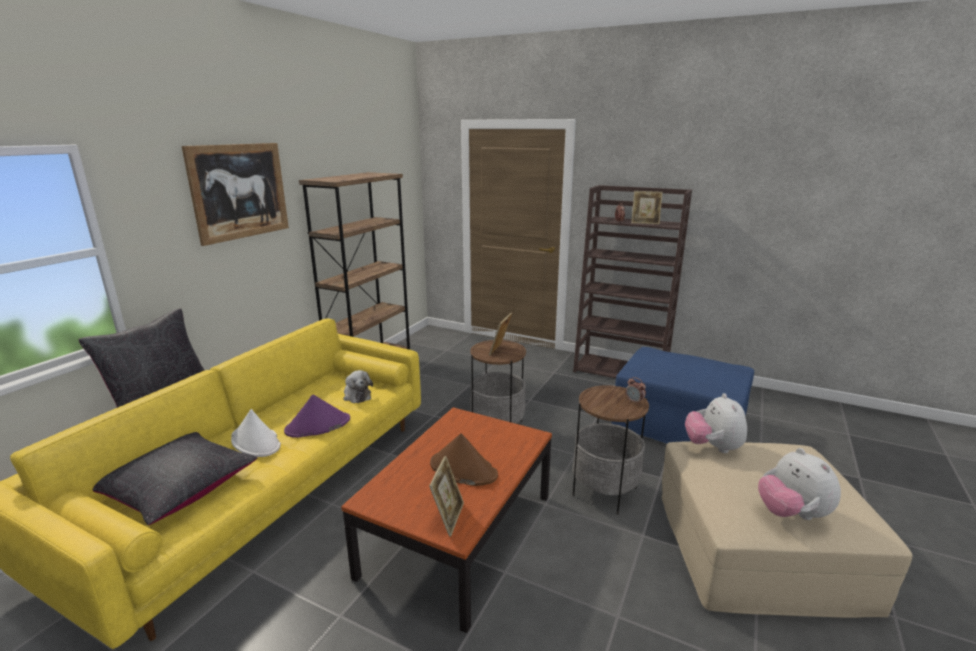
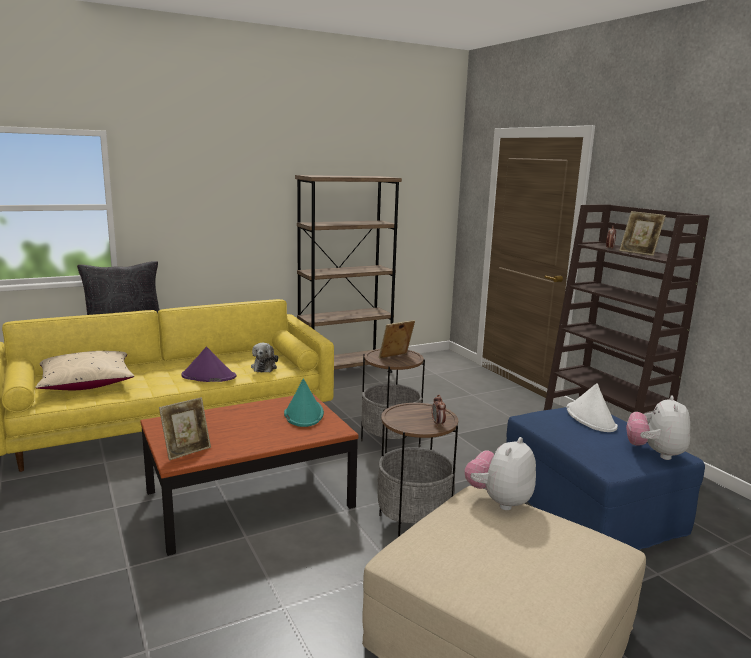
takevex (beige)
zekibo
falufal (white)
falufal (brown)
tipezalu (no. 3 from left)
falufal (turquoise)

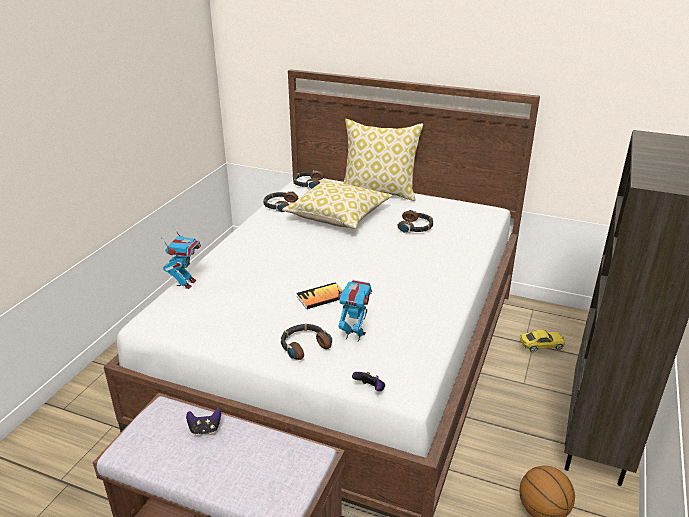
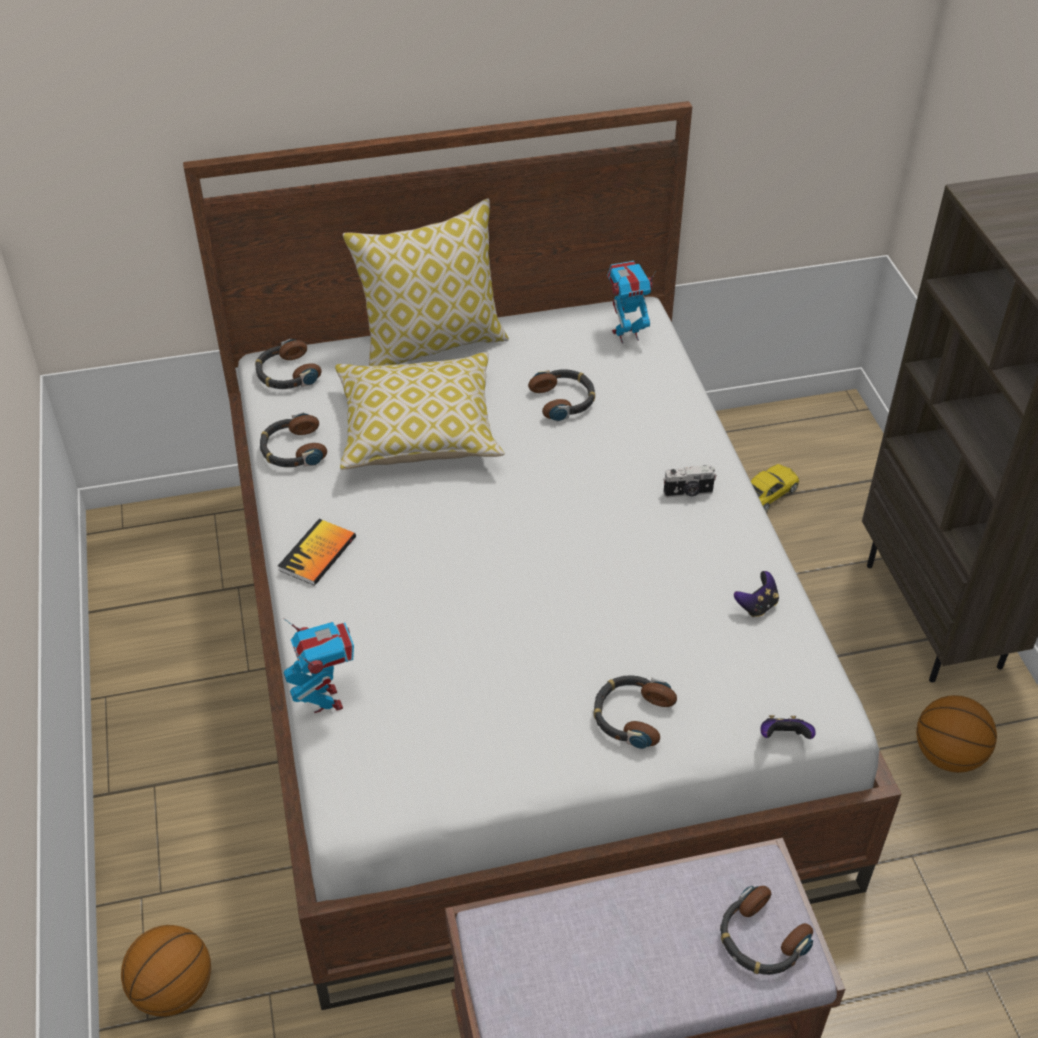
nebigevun (no. 1 from left)
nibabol
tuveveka (no. 2 from left)
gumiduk (no. 1 from left)
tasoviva
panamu (no. 5 from left)

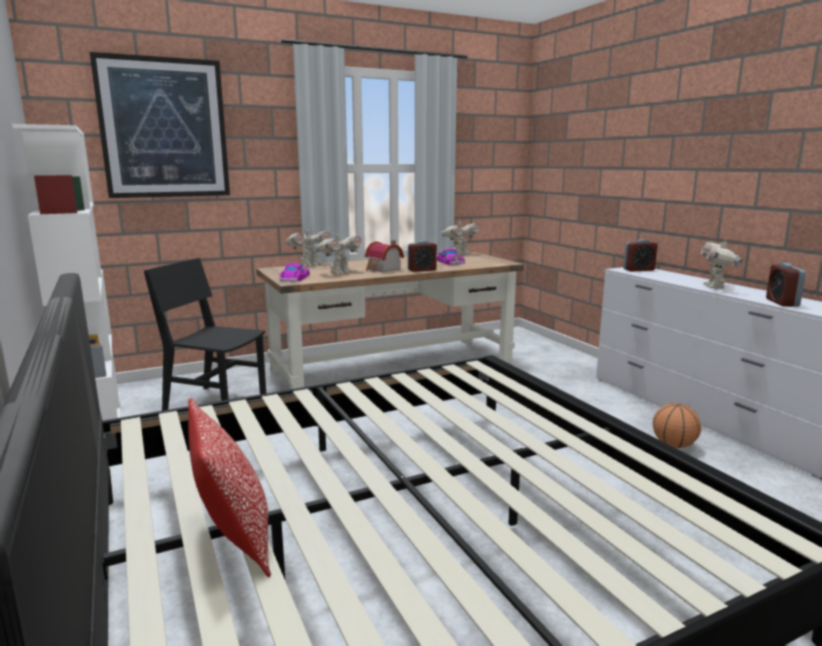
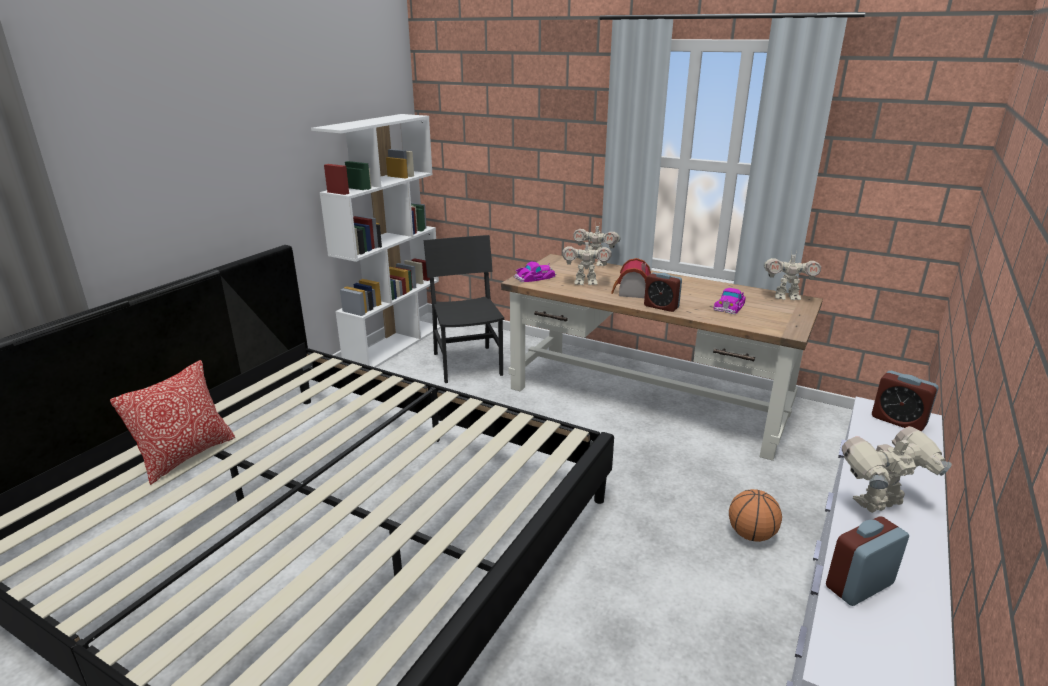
zekibo
gumiduk

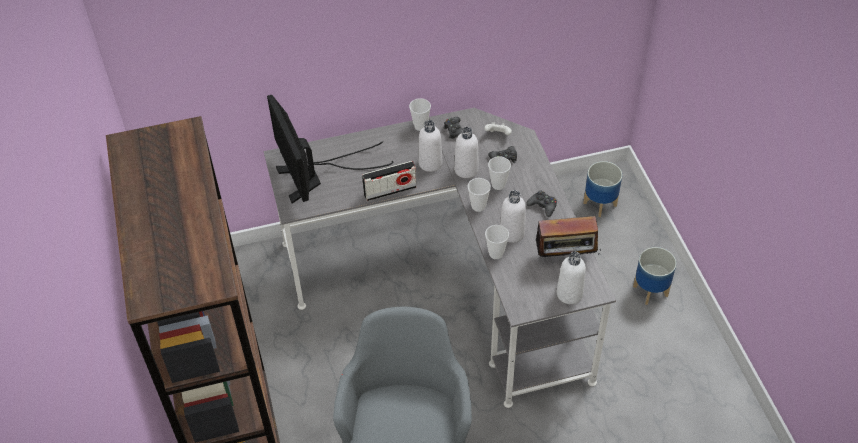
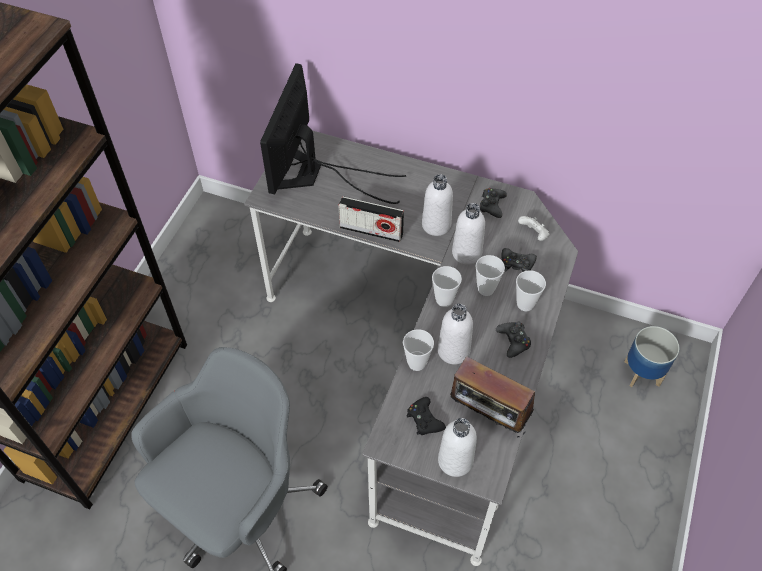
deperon (no. 4 from left)
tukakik (no. 2 from left in the first image)
nebigevun (black) (no. 1 from left)

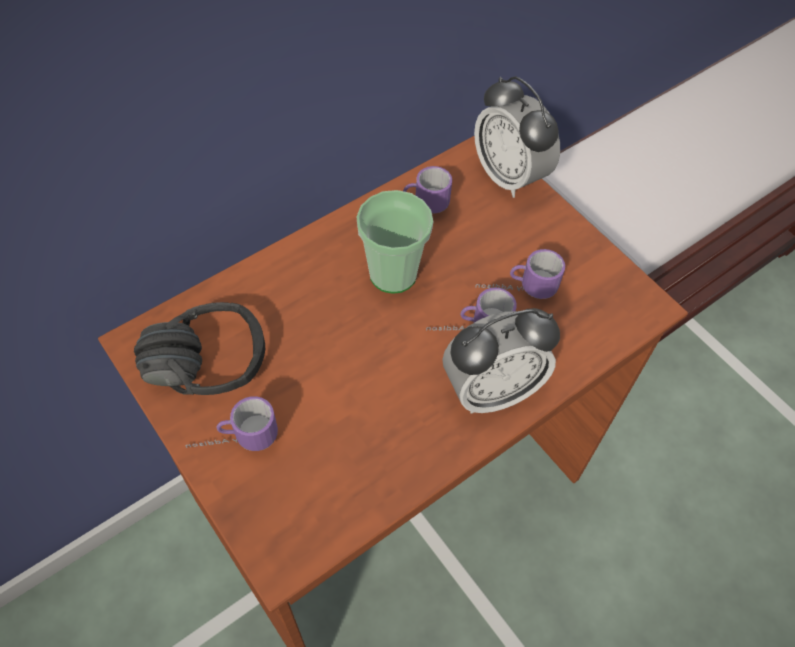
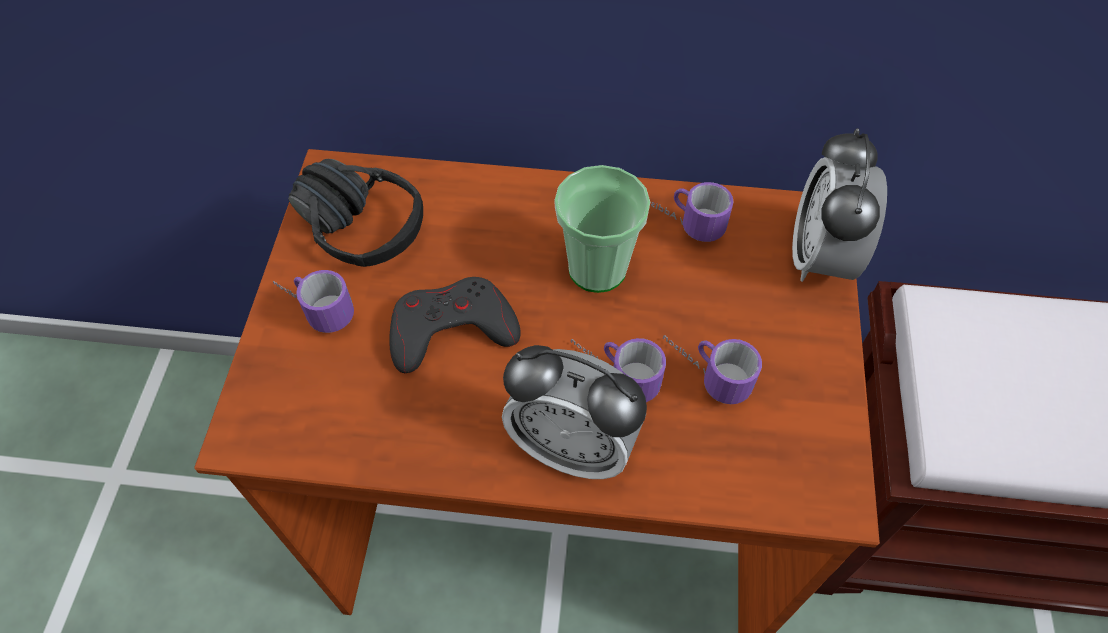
nebigevun (grey)

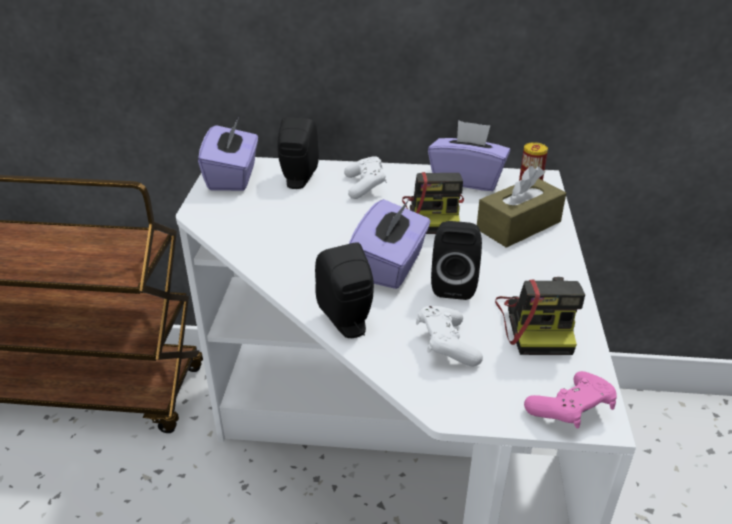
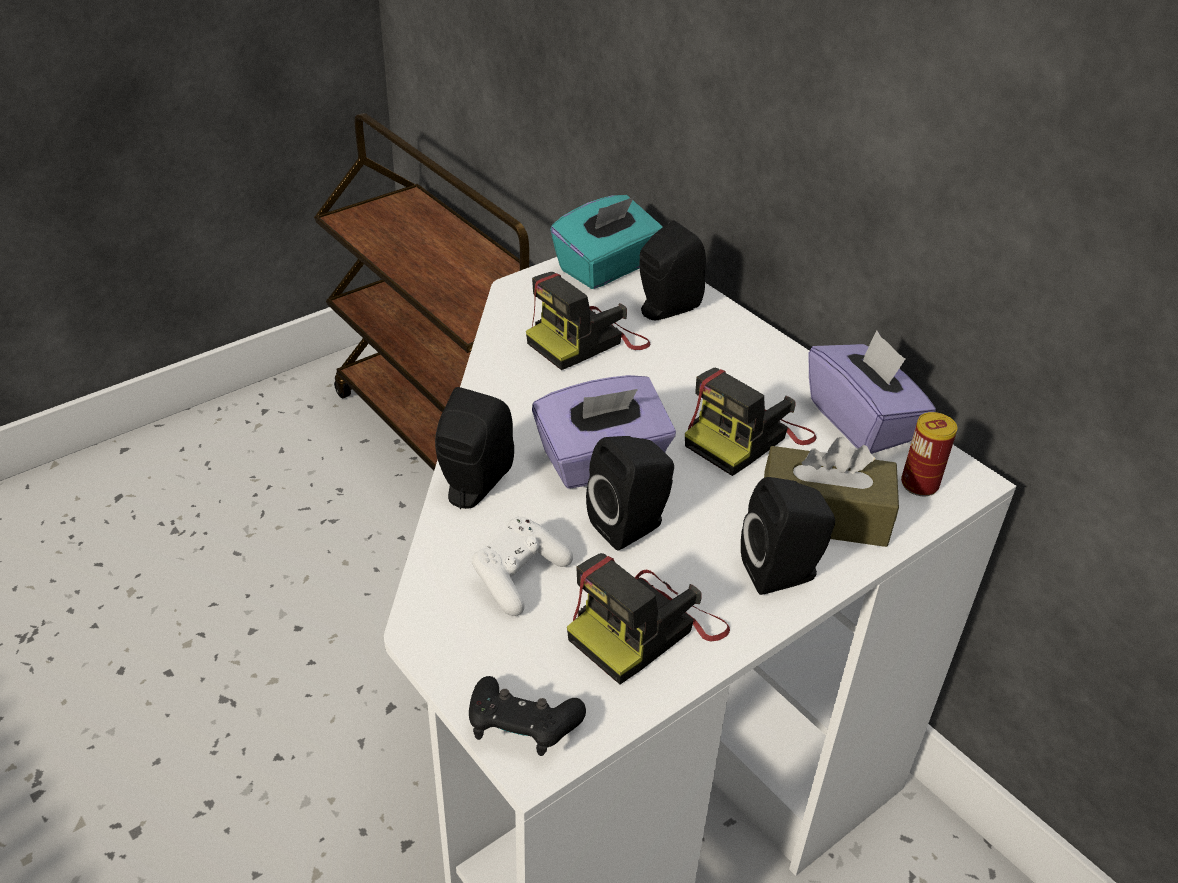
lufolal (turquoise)
nebigevun (white) (no. 1 from left in the first image)
nebigevun (black)
tasoviva (no. 1 from left)
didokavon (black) (no. 4 from left)

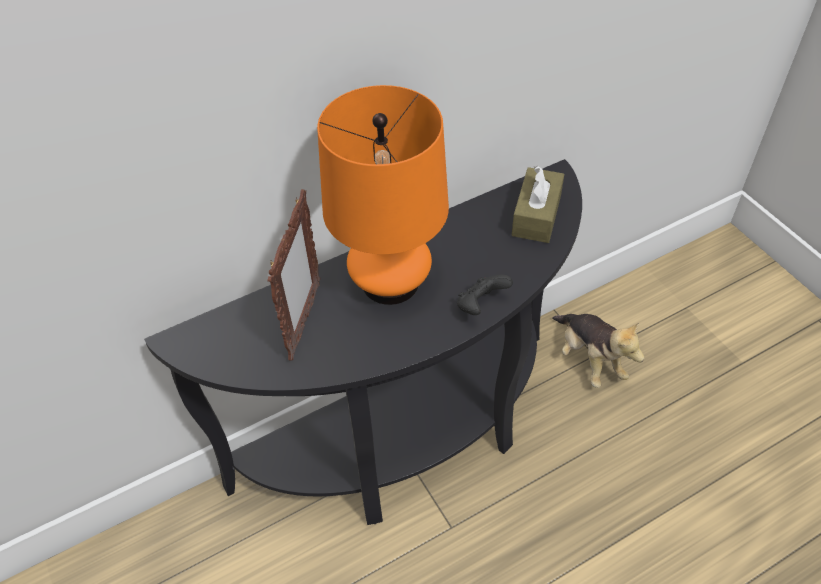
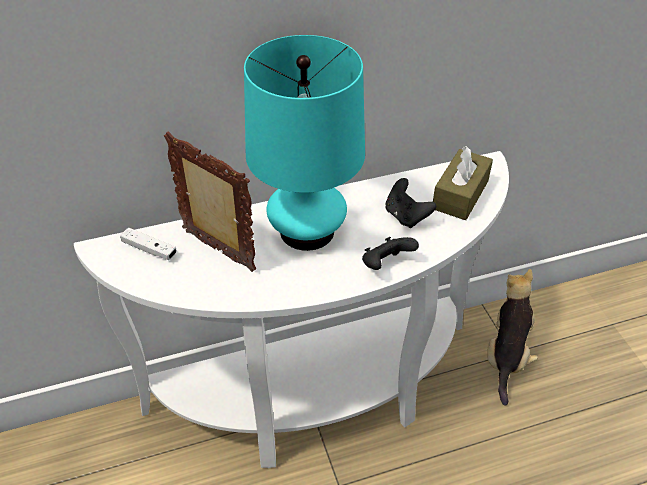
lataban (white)
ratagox
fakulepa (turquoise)
tipezalu
nebigevun (white)
nebigevun (black) (no. 2 from left)

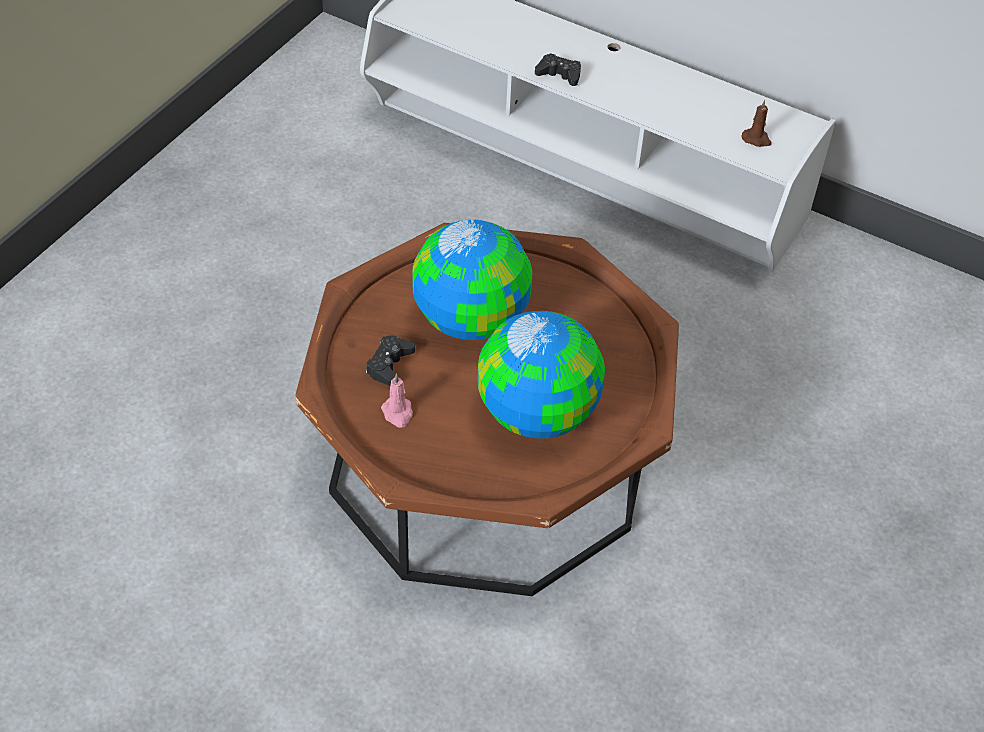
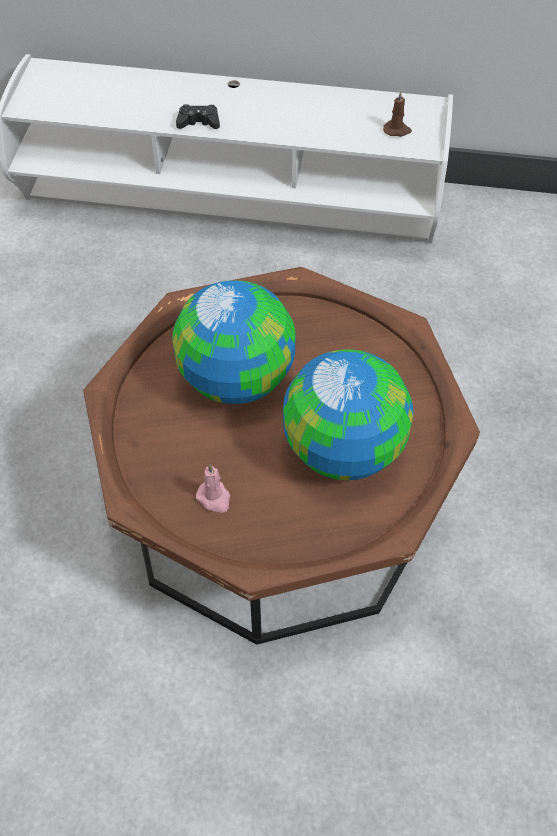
nebigevun (black) (no. 1 from left in the first image)

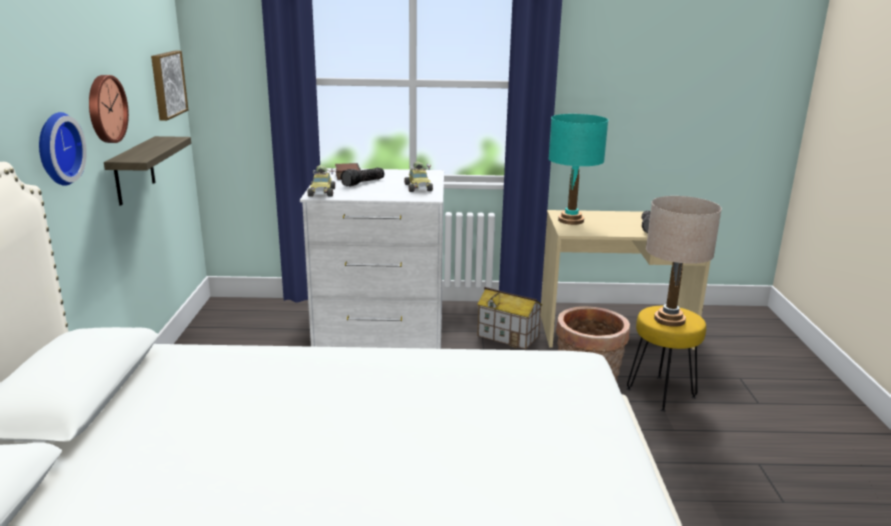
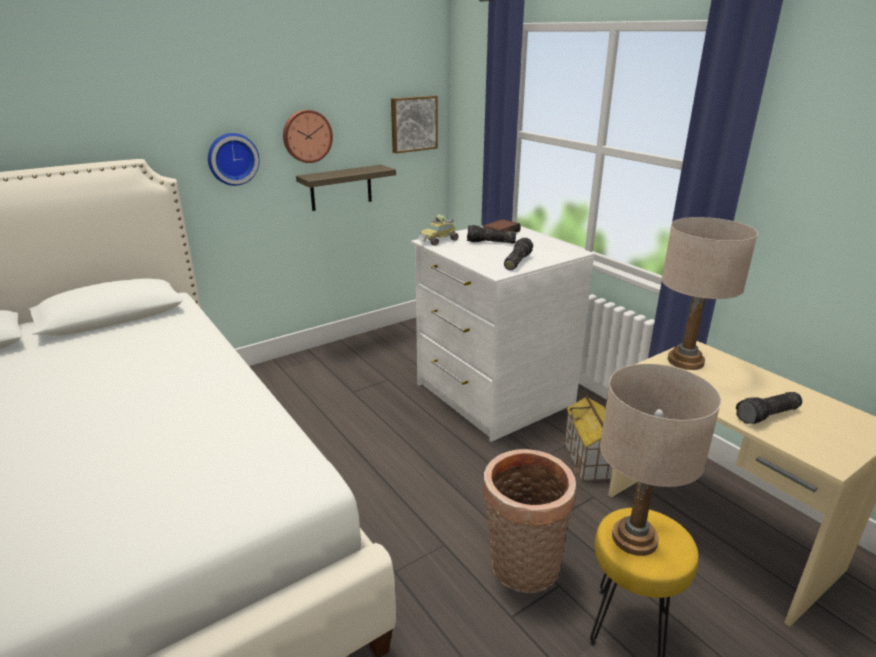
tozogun (no. 2 from left)
fakulepa (beige) (no. 2 from left)

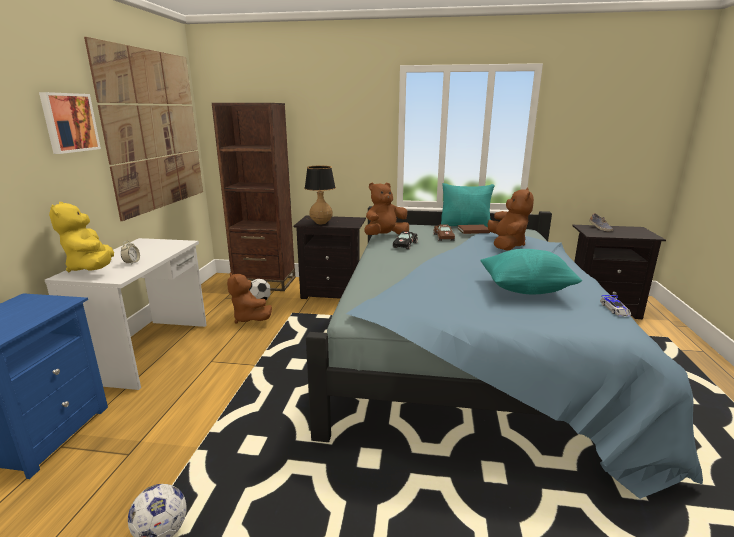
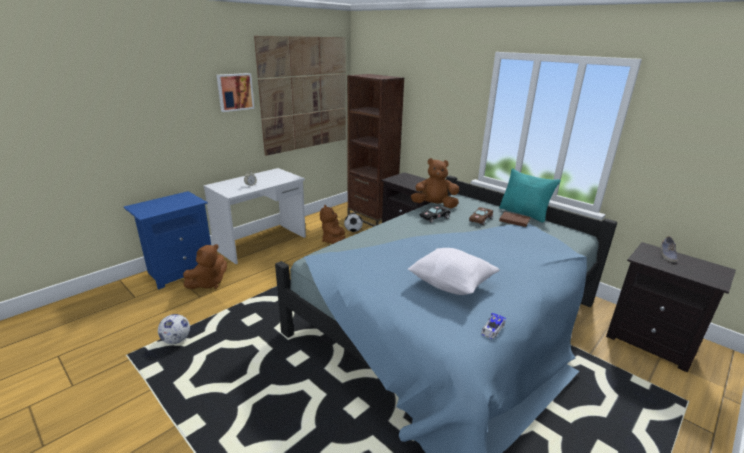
tipezalu (yellow)
fakulepa
takevex (white)
tipezalu (brown) (no. 1 from left)

